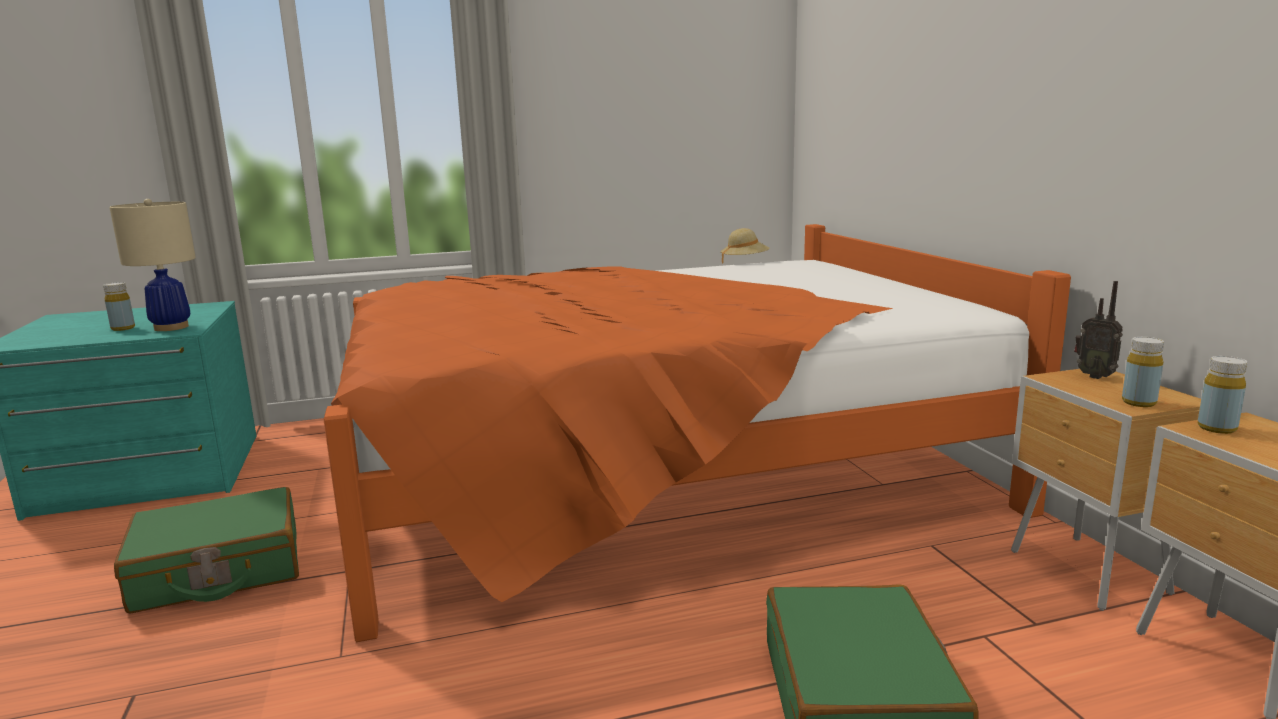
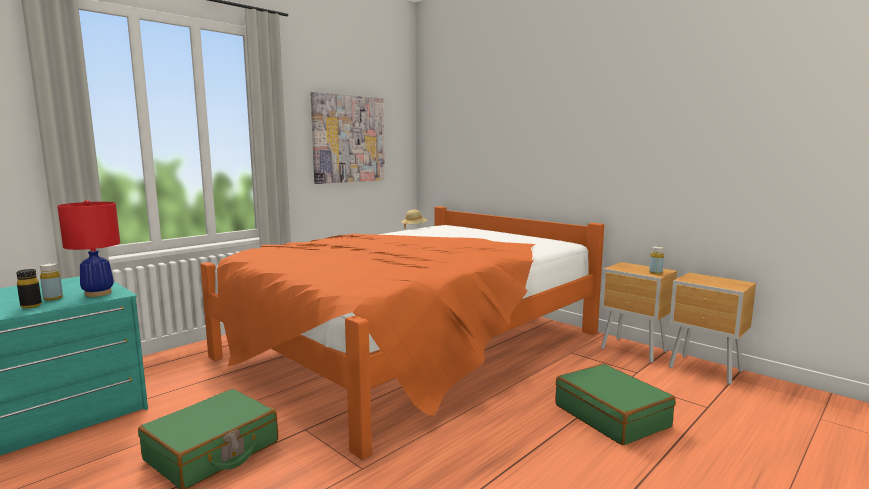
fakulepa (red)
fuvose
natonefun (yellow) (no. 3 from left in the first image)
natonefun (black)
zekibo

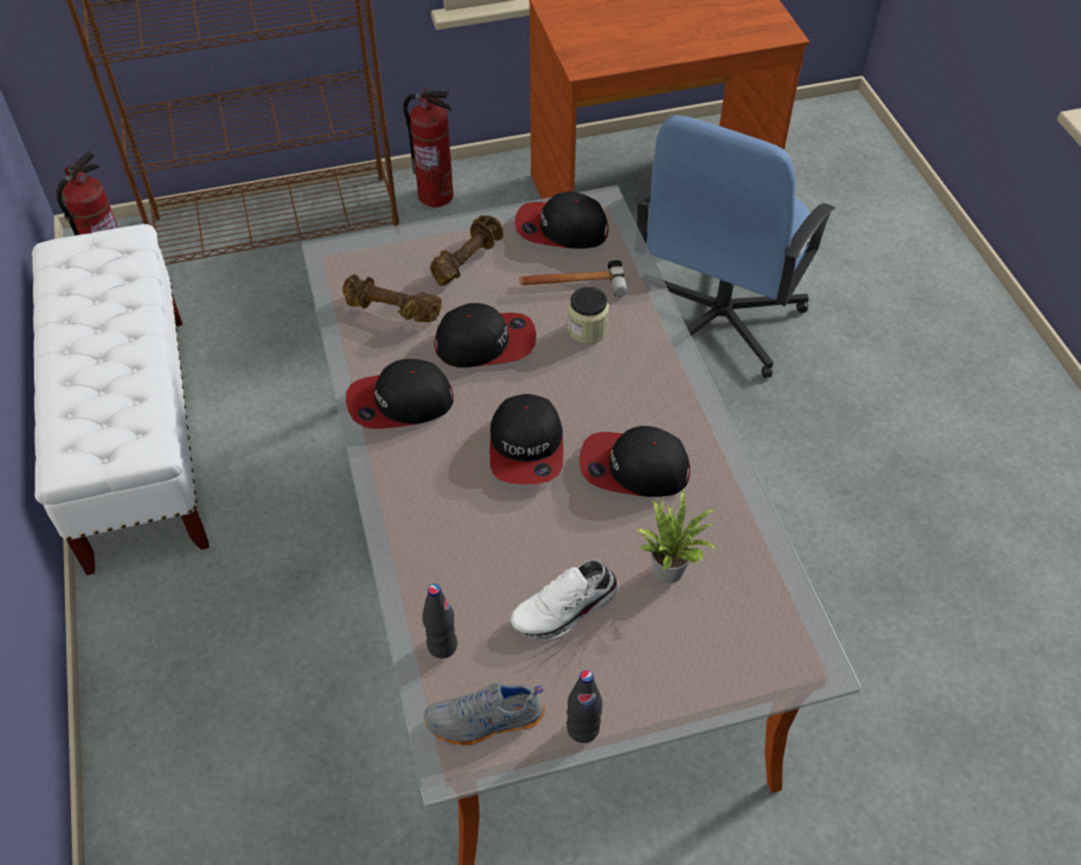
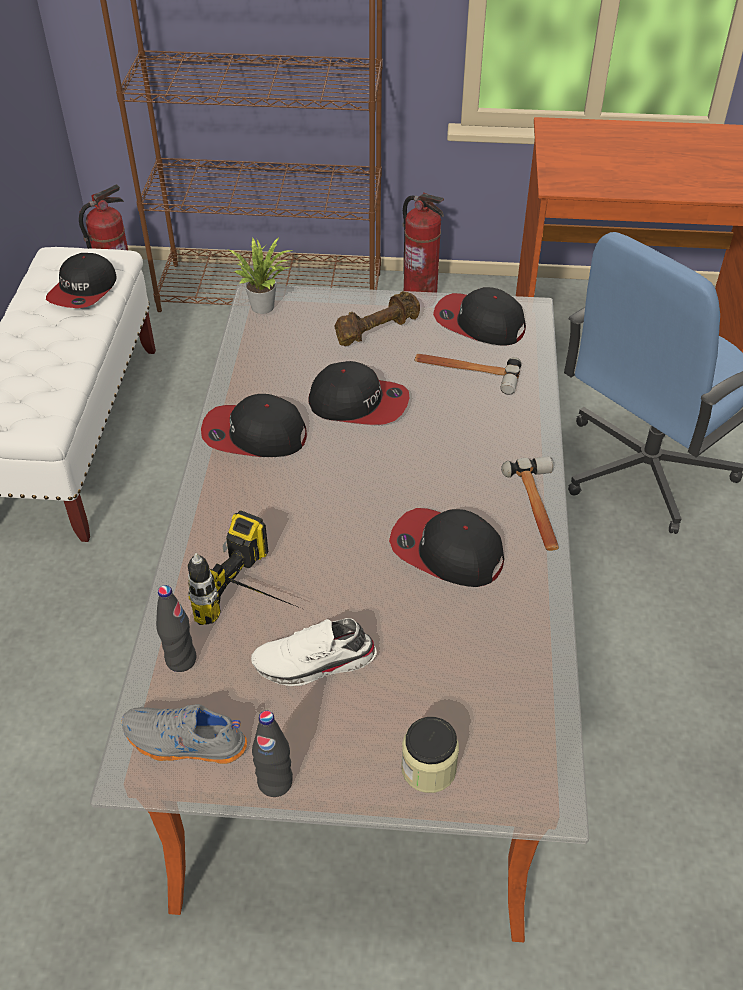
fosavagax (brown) (no. 1 from left in the first image)
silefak (no. 1 from left)
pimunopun
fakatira
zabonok
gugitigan (no. 2 from left)

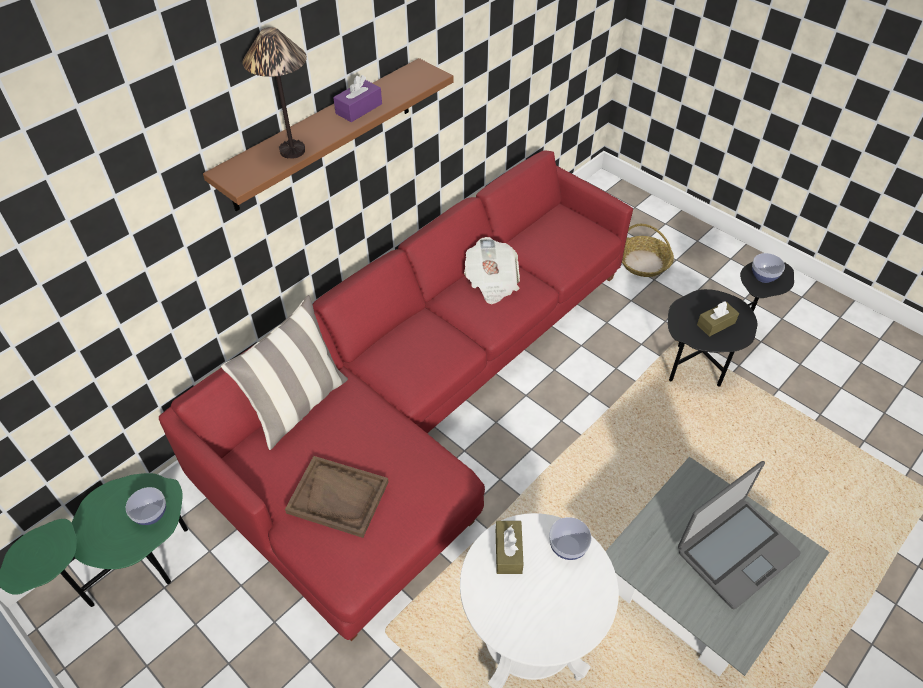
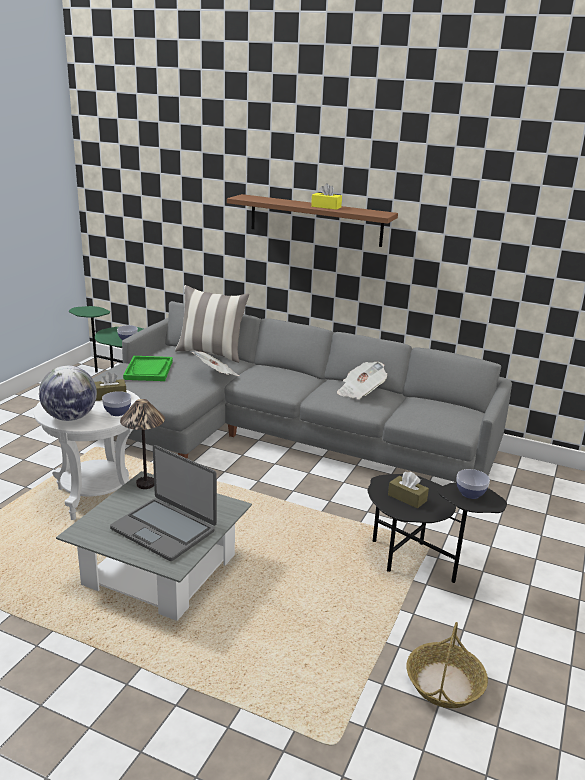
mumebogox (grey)
fakulepa
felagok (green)
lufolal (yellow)
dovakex
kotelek
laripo (no. 1 from left)

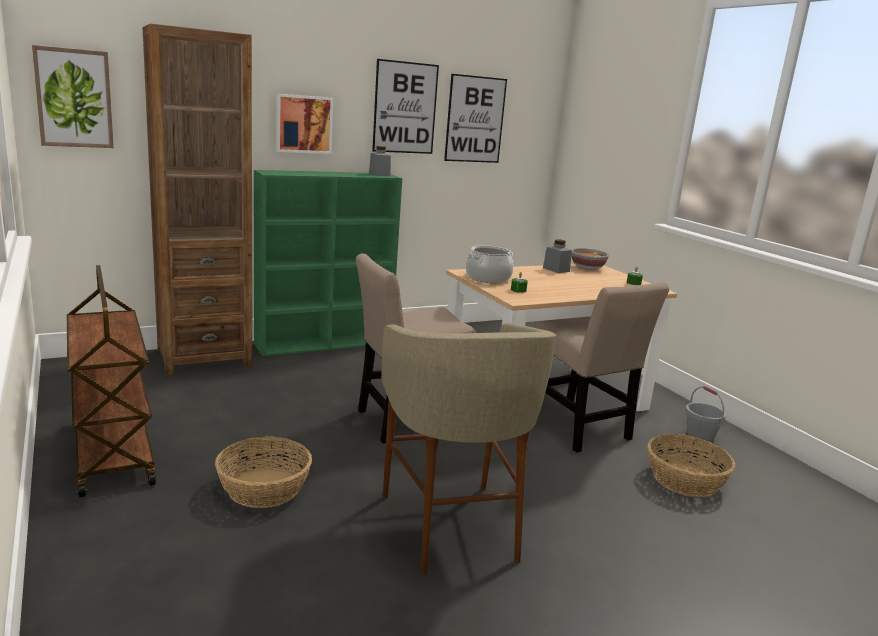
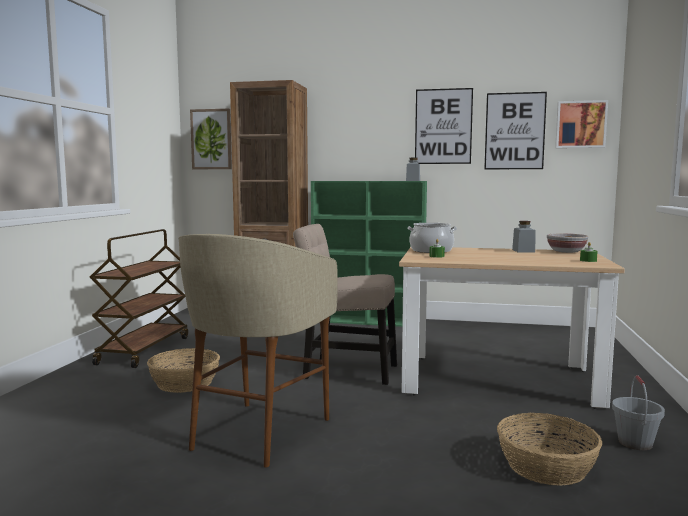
zekibo (no. 4 from left)
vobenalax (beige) (no. 2 from left in the first image)

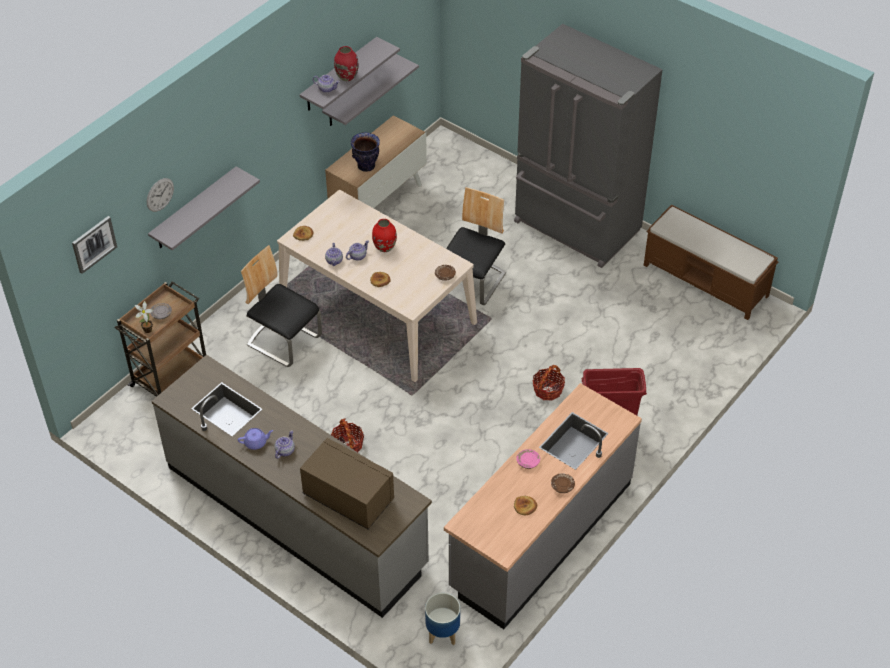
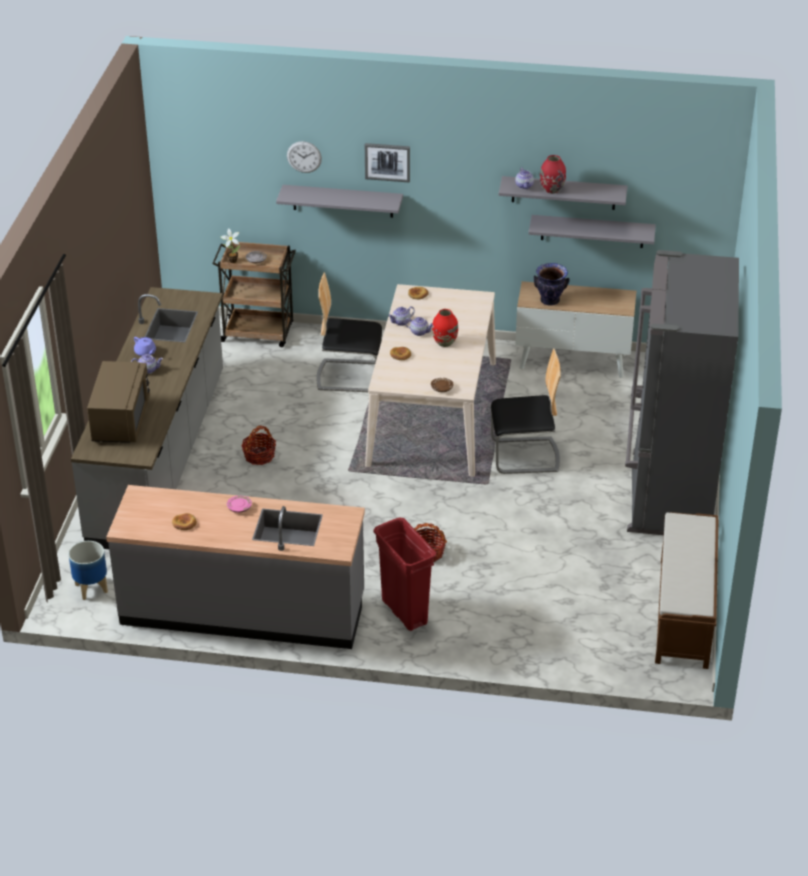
zekibo
vobenalax (no. 1 from left)
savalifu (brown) (no. 2 from left in the first image)

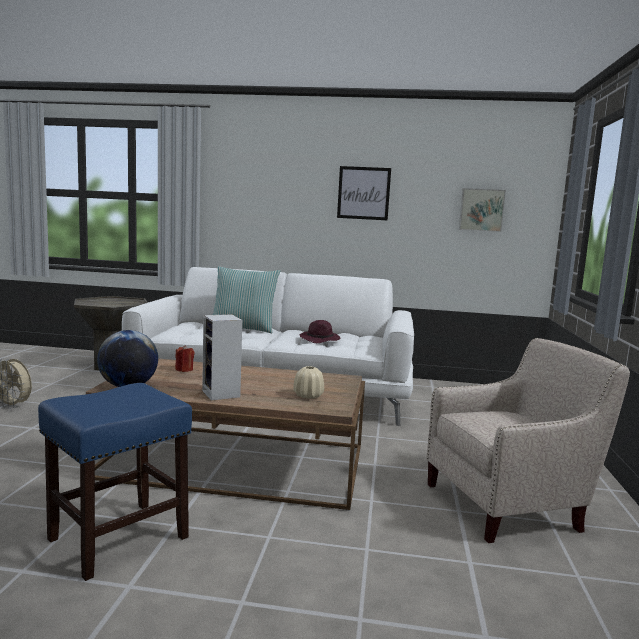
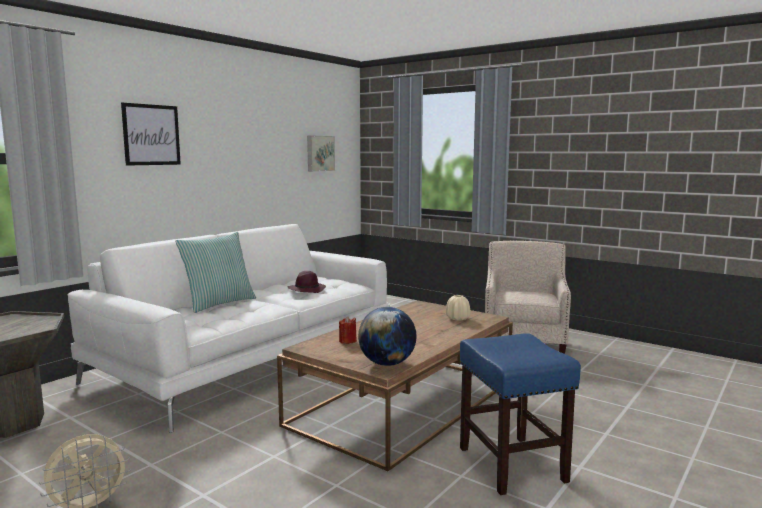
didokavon
zekibo (no. 1 from left)

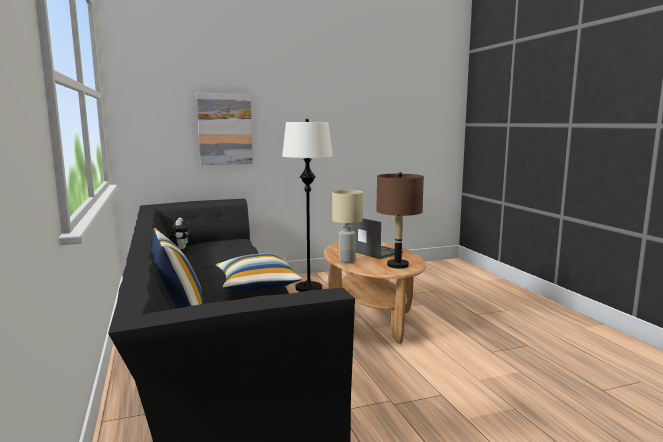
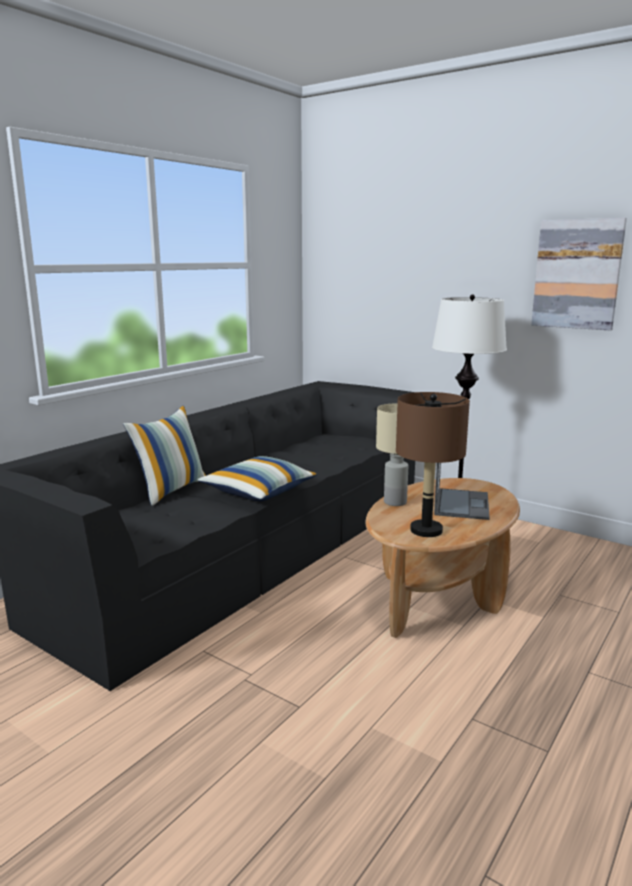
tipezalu
zekibo

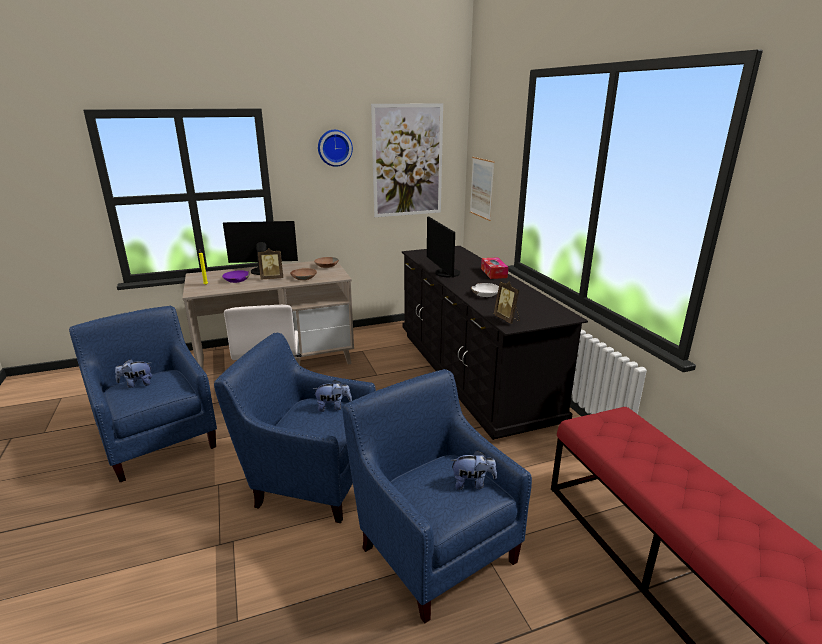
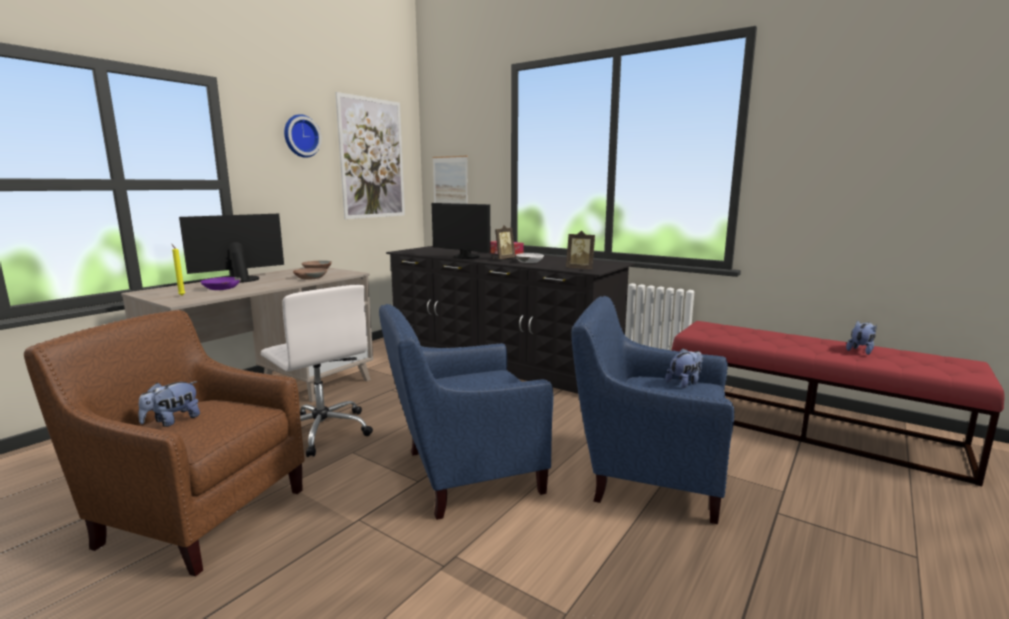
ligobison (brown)
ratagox (no. 1 from left)
tipezalu (no. 3 from left)

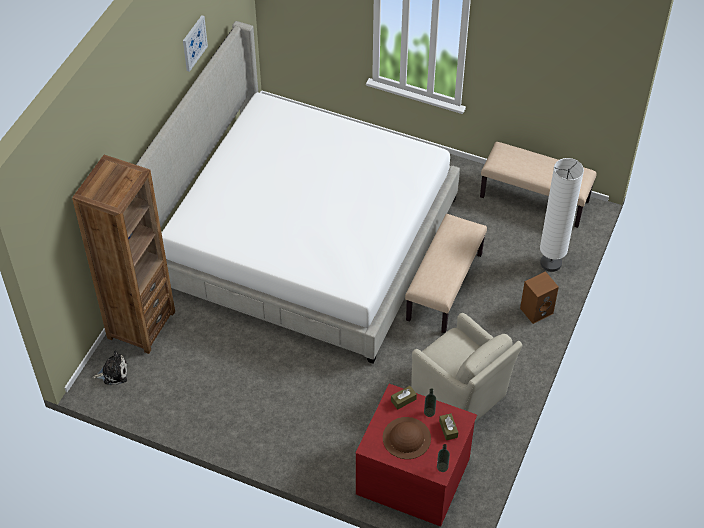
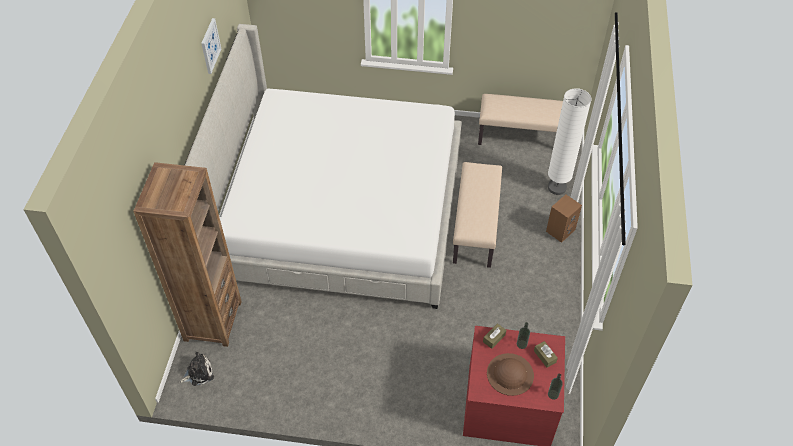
ligobison (beige)

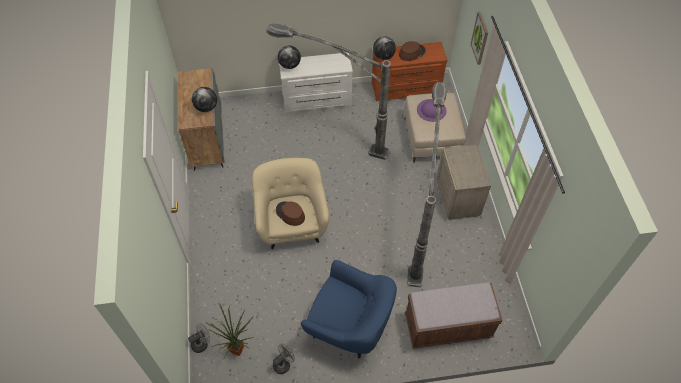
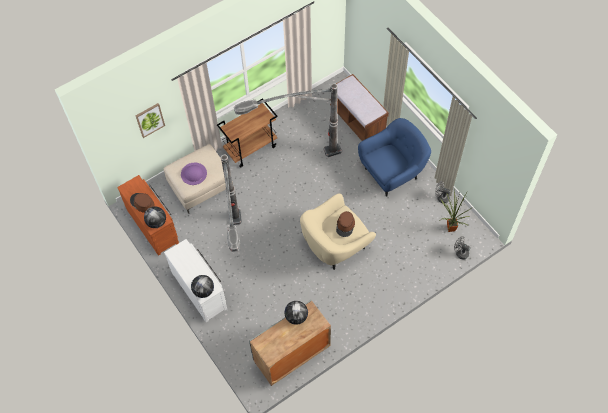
ligobison (blue)
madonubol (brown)

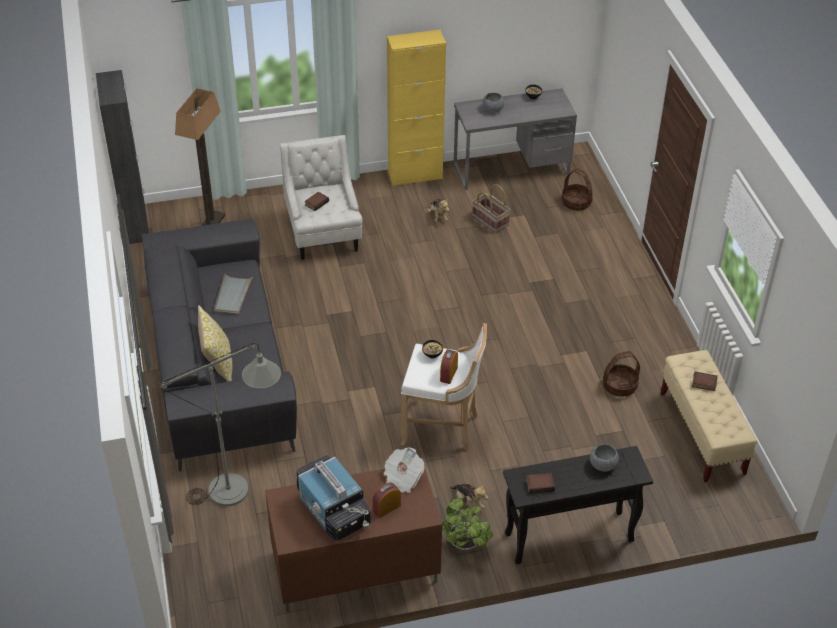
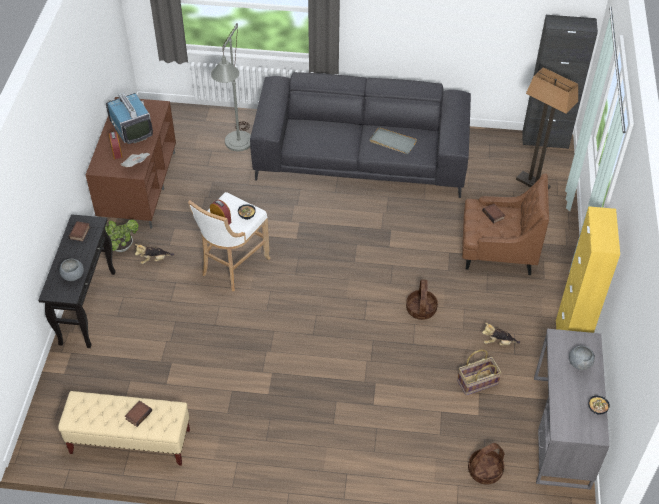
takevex
ligobison (brown)
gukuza
dovakex (no. 1 from left)

